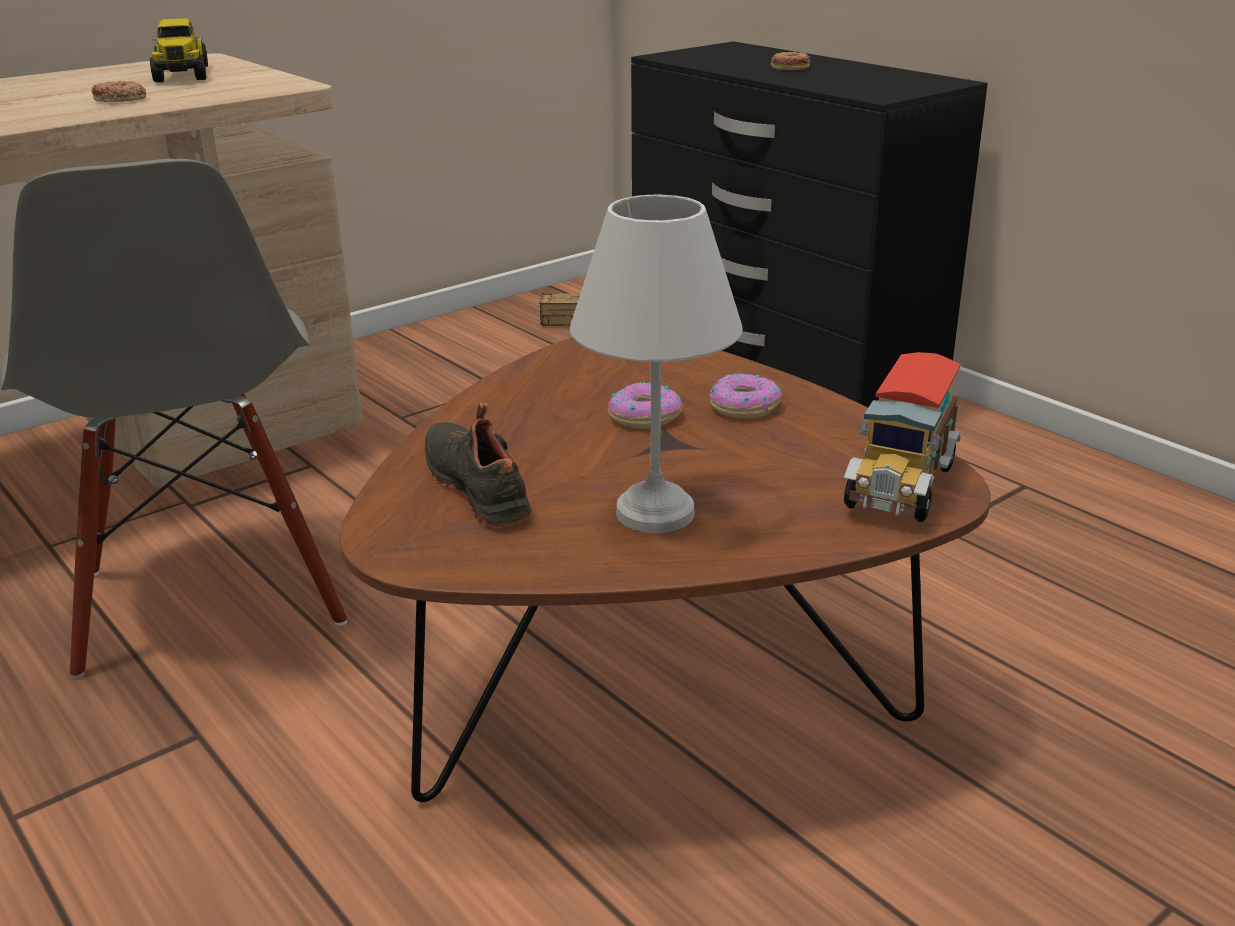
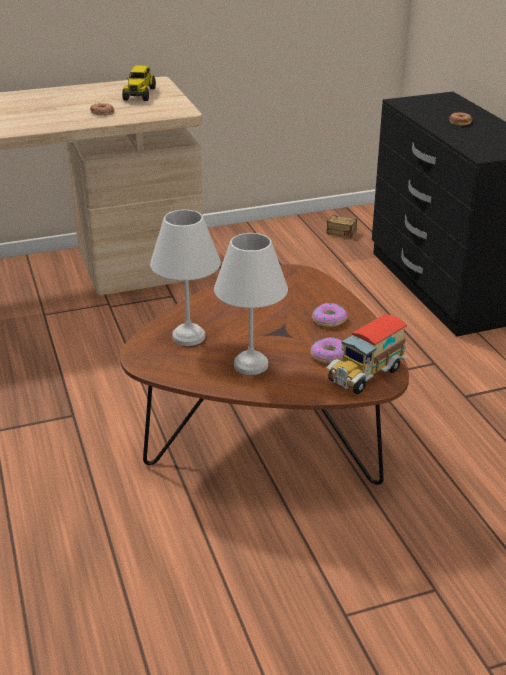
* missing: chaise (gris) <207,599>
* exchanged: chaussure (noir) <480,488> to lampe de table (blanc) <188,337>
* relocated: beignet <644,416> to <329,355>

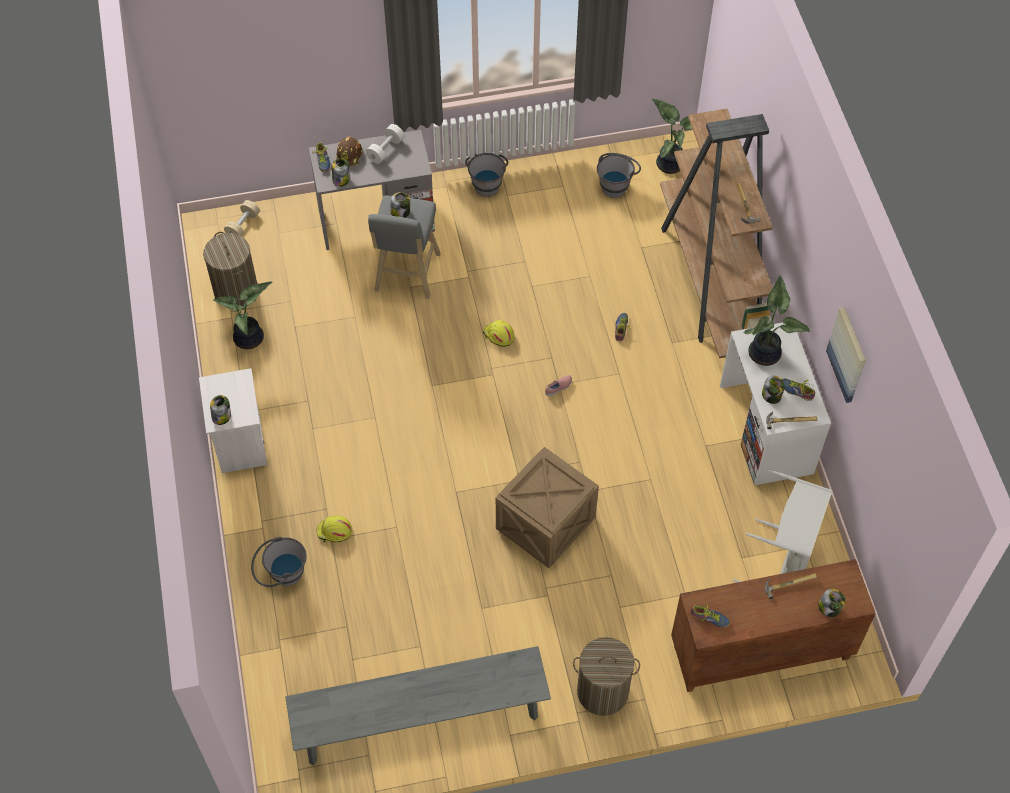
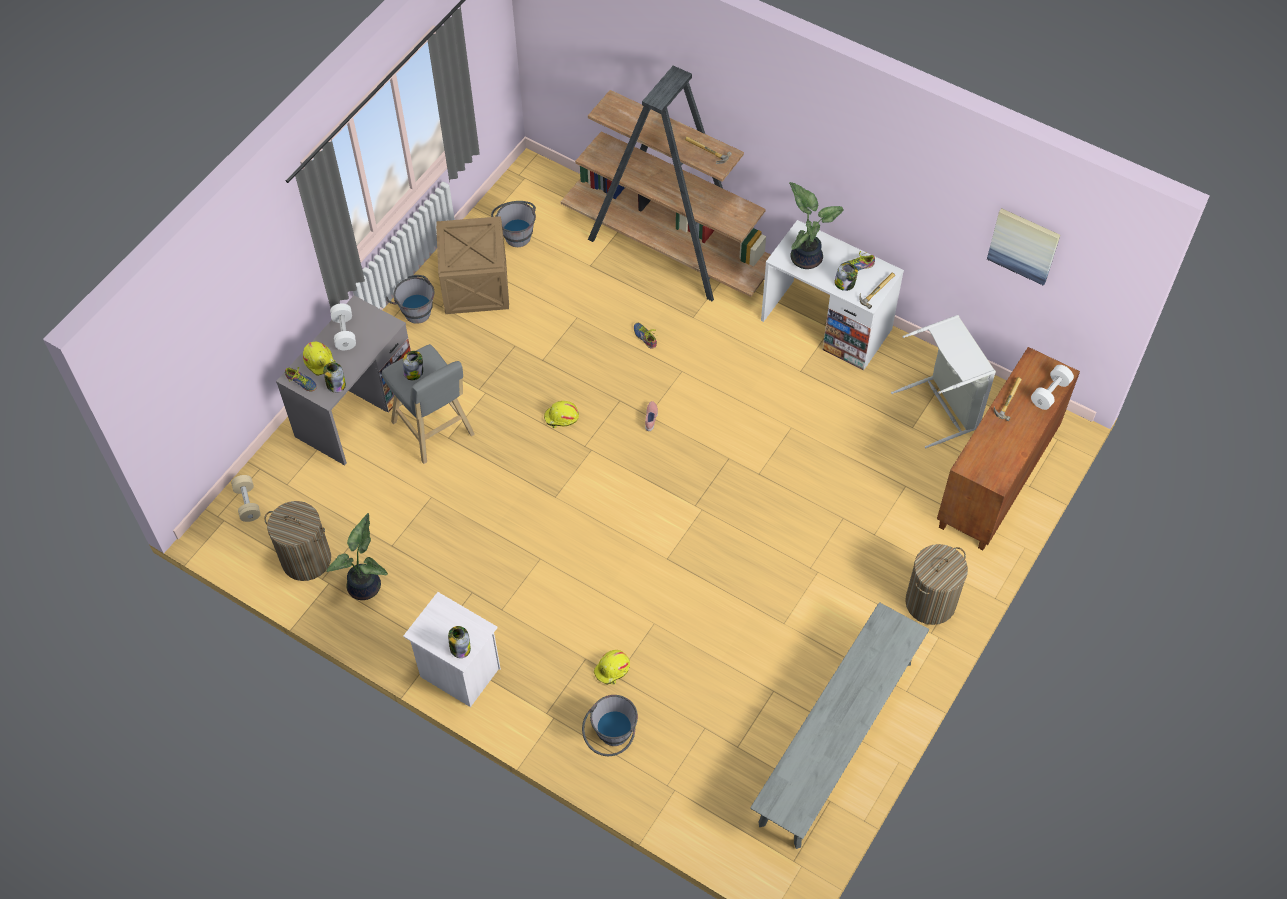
* colour: casque de chantier (marron) <349,156> to casque de chantier (jaune) <320,361>
* relocated: caisse <546,522> to <475,284>
* missing: plante en pot <670,163>
* missing: chaussure <709,619>
* exchanged: bocal <829,608> to haltère (blanc) <1050,393>
* relocated: tableau <847,354> to <1023,245>

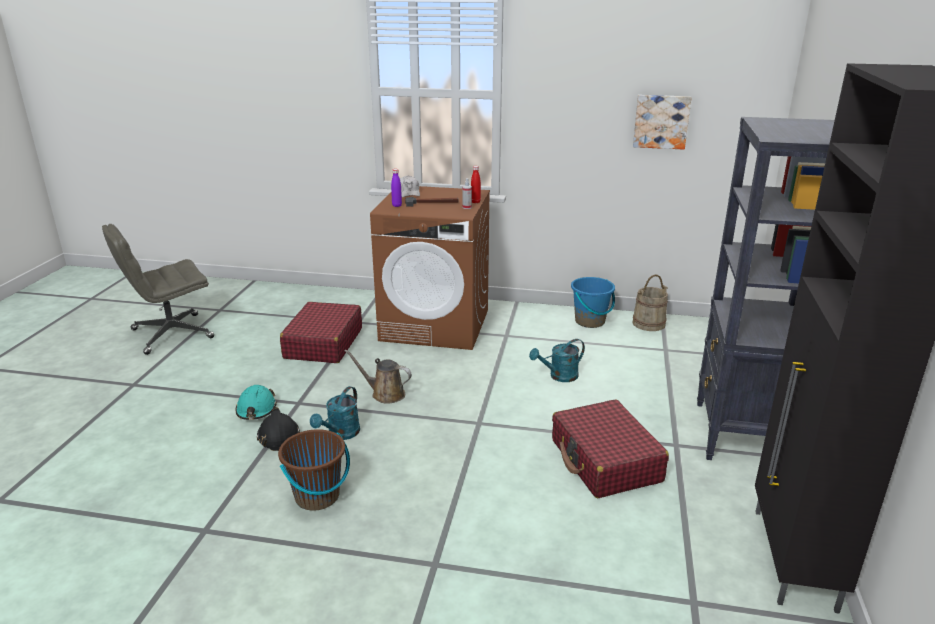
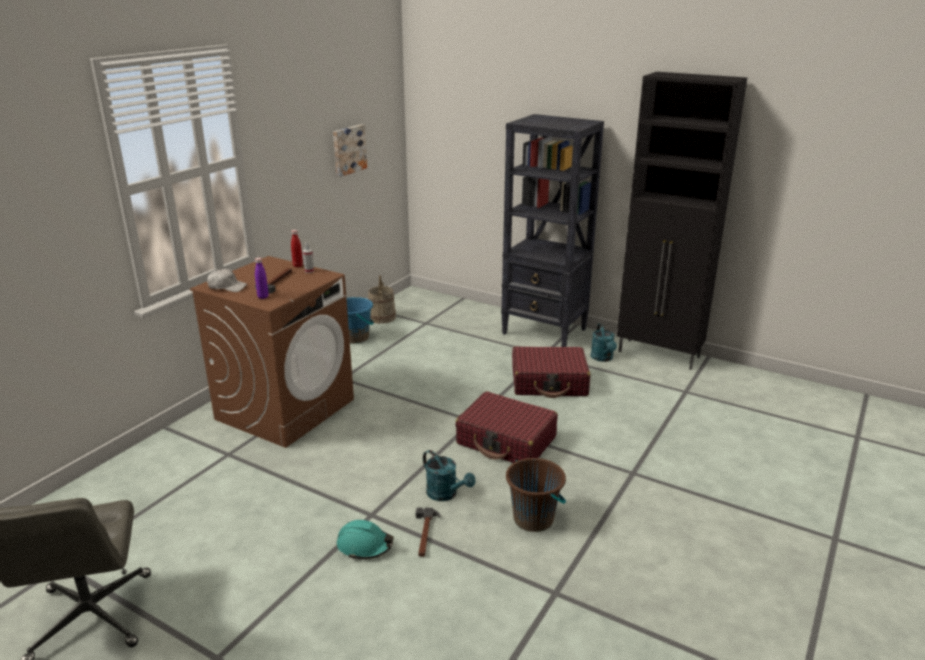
* exchanged: casque de chantier (noir) <278,436> to marteau <425,534>
* relocated: valise (rouge) <323,343> to <506,441>
* missing: arrosoir (marron) <385,394>
* relocated: arrosoir (turquoise) <559,376> to <603,358>

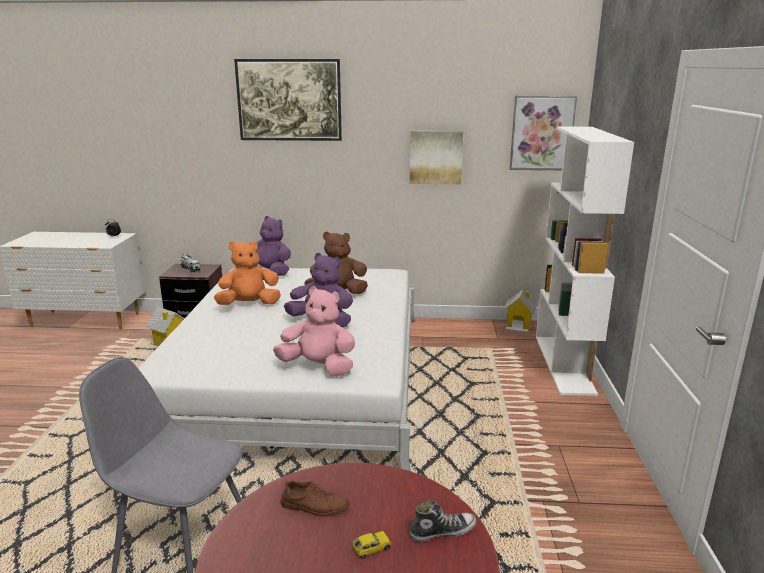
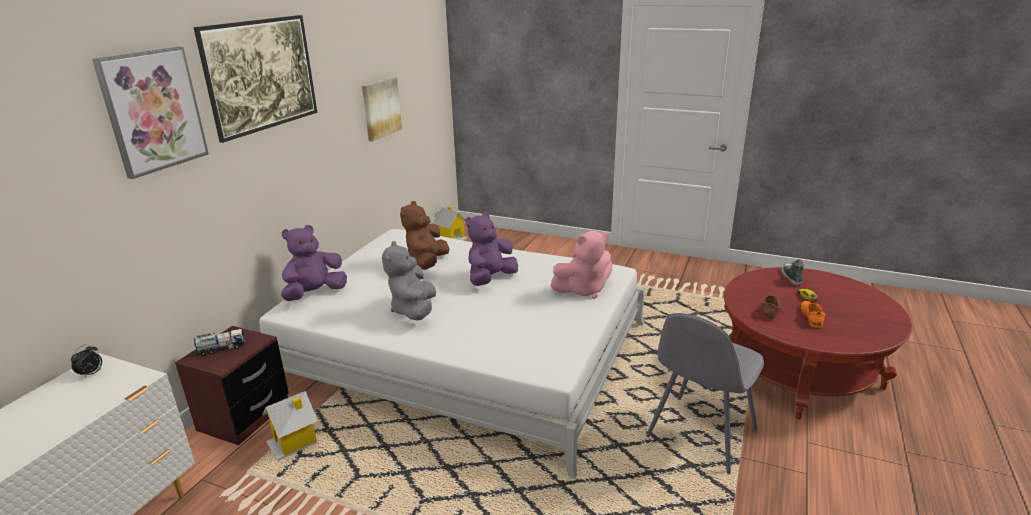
* colour: peluche (orange) <249,304> to peluche (gris) <414,310>
* spun: peluche (rose) <318,367> = <583,289> 150 degrees counterclockwise
* relocated: tableau <541,133> to <153,111>
* missing: bibliothèque (blanc) <564,364>
* appeared: chaussure (orange) <811,317>

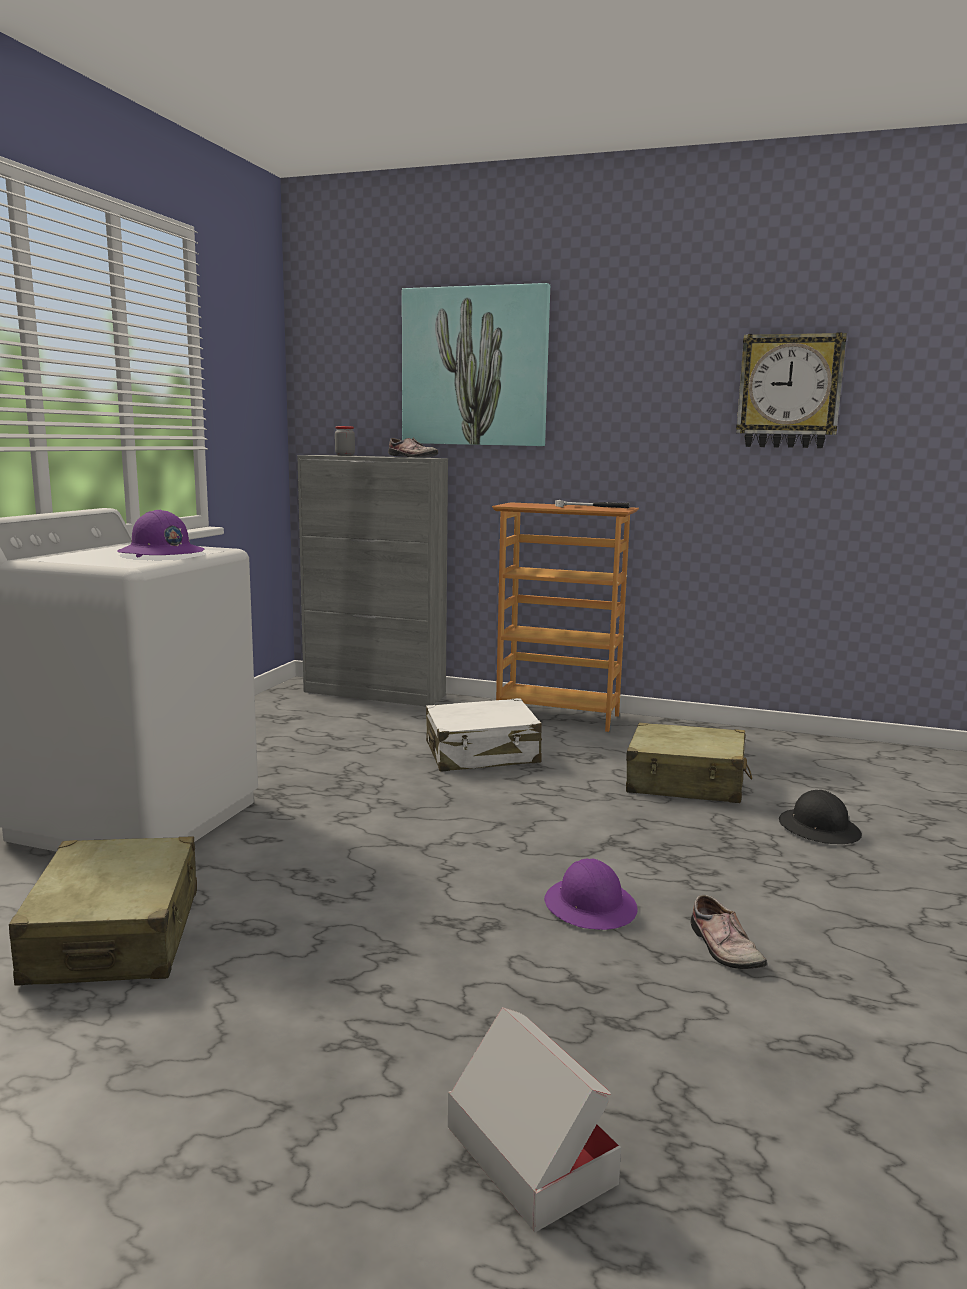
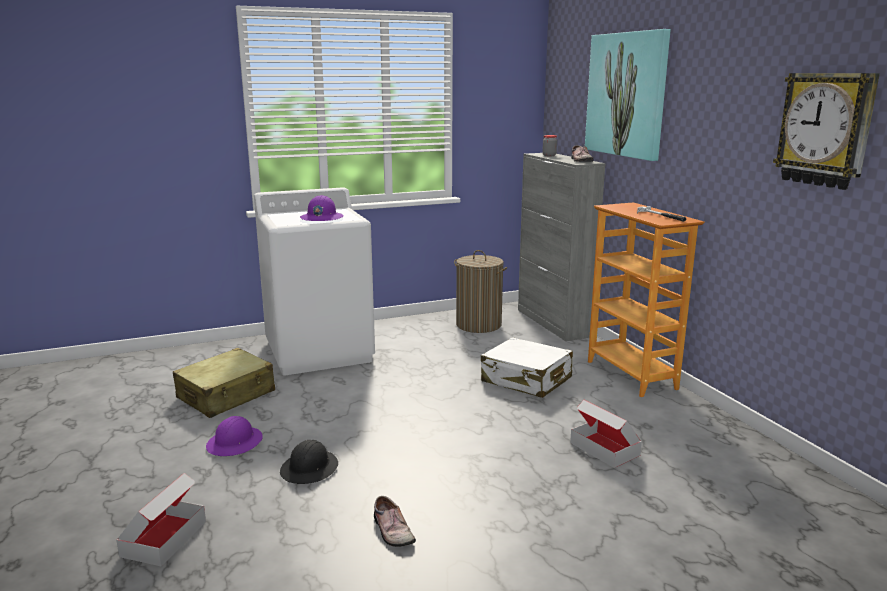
* relocated: casque de chantier (violet) <590,906> to <235,443>
* exchanged: valise (beige) <686,783> to carton <604,449>
* spun: chaussure <722,948> = <391,531> 60 degrees counterclockwise
* relocated: casque de chantier (noir) <819,829> to <310,469>
* appeared: panier à linge <479,325>

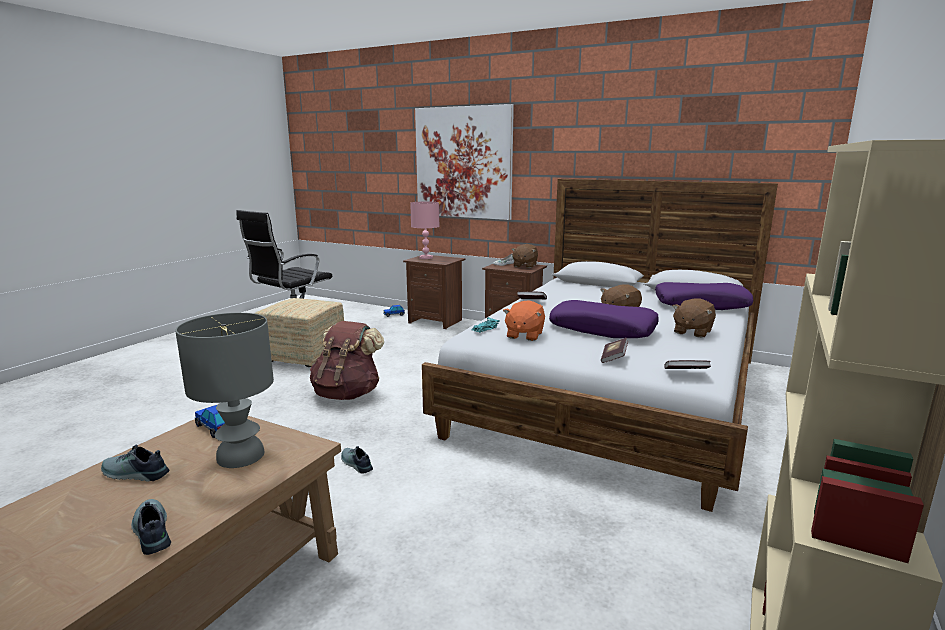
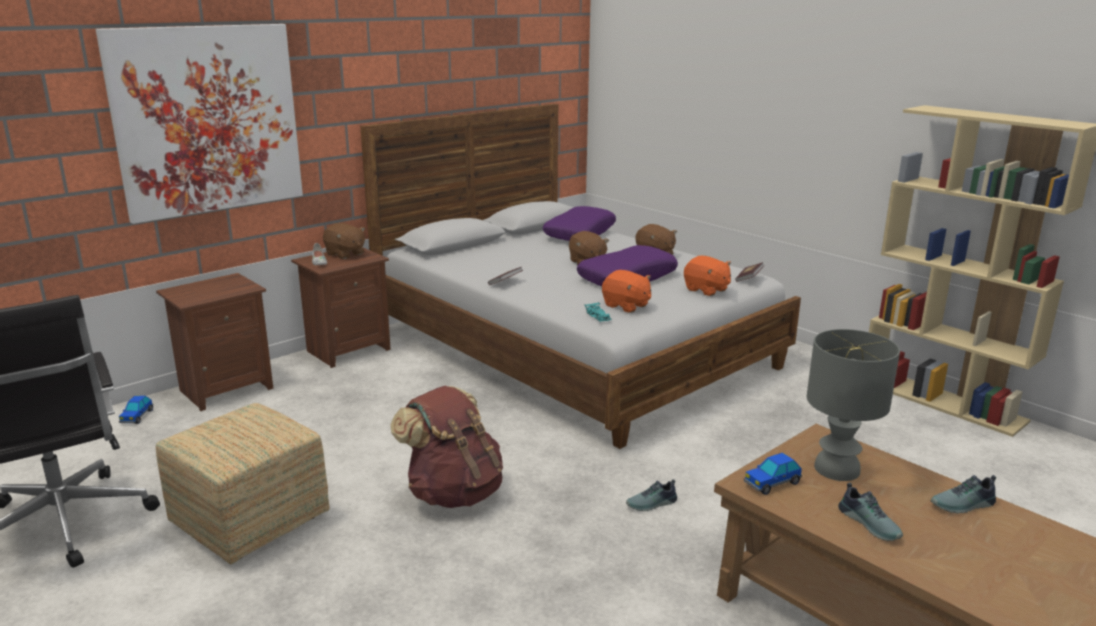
* spun: chaussure <134,474> = <870,523> 60 degrees counterclockwise
* missing: lampe de table (rose) <425,257>
* exchanged: livre <613,358> to peluche (orange) <706,290>

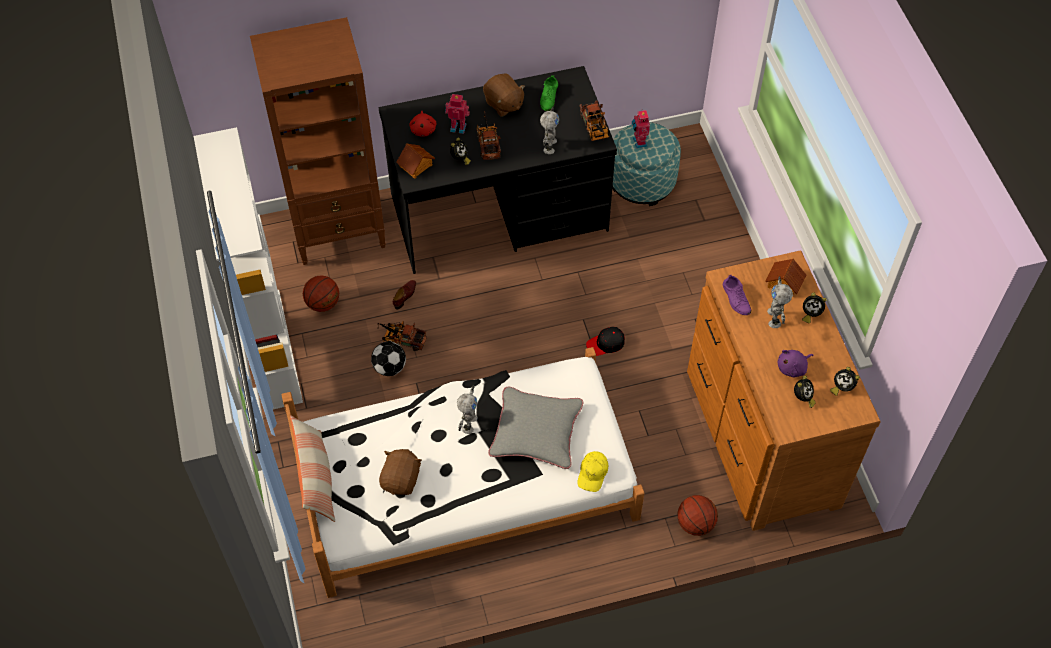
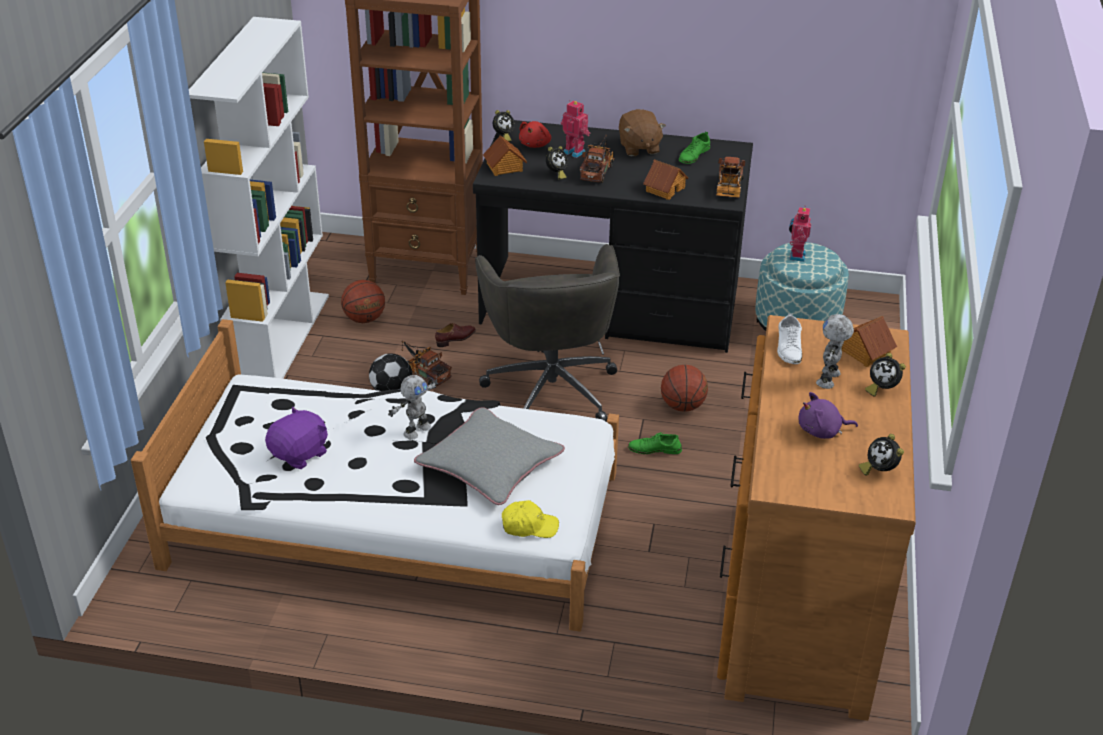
* missing: coussin <316,478>
* colour: peluche (marron) <401,479> to peluche (violet) <300,454>
* exchanged: robot jouet <549,145> to maison miniature <664,189>
* spun: casquette (jaune) <593,473> = <529,526> 135 degrees counterclockwise
* exchanged: casquette (noir) <605,344> to chaussure (vert) <655,449>
* relocated: ballon de basket <695,524> to <682,406>
* colour: chaussure (violet) <736,299> to chaussure (blanc) <789,348>
* relocated: réveil <802,398> to <503,137>
* appeared: chaise de bureau (gris) <551,387>

